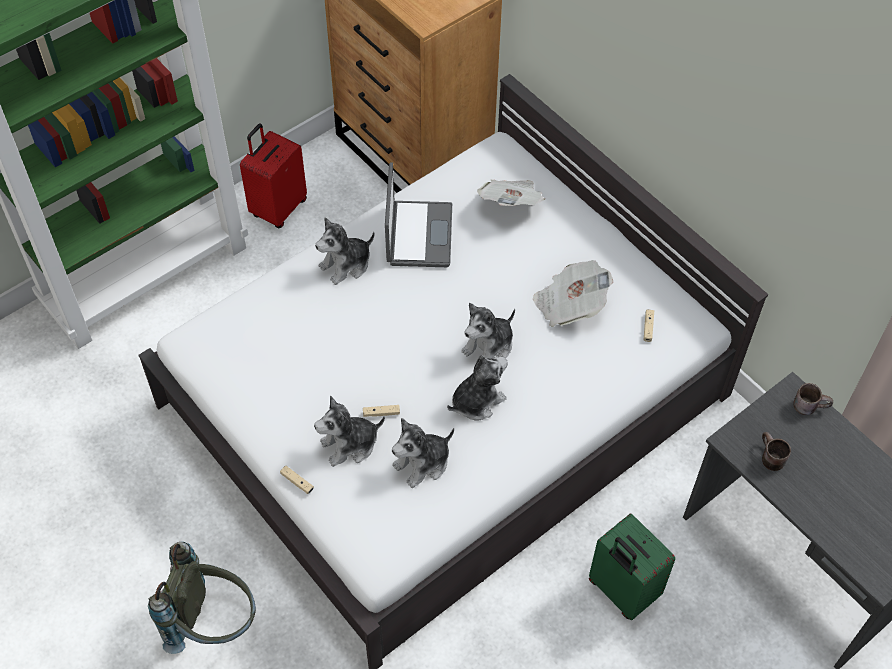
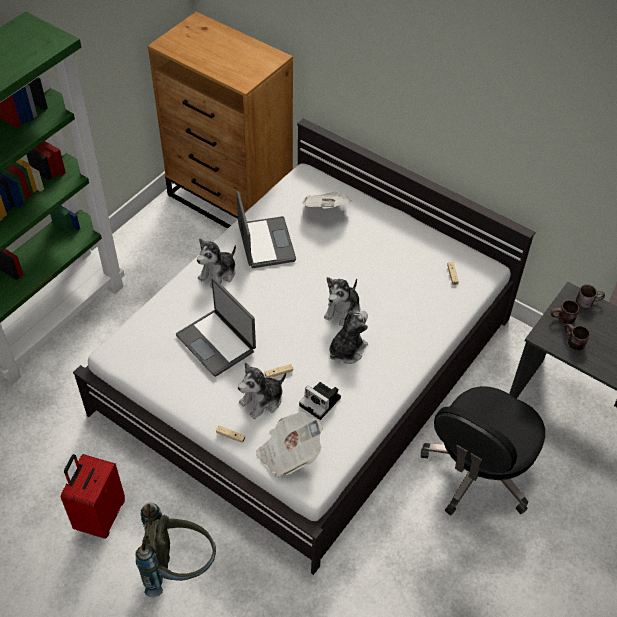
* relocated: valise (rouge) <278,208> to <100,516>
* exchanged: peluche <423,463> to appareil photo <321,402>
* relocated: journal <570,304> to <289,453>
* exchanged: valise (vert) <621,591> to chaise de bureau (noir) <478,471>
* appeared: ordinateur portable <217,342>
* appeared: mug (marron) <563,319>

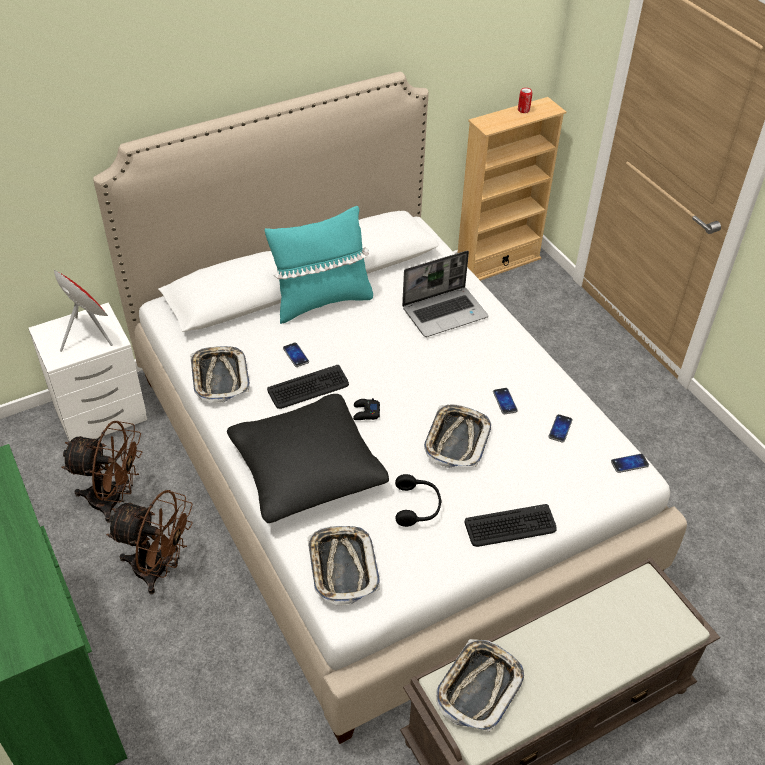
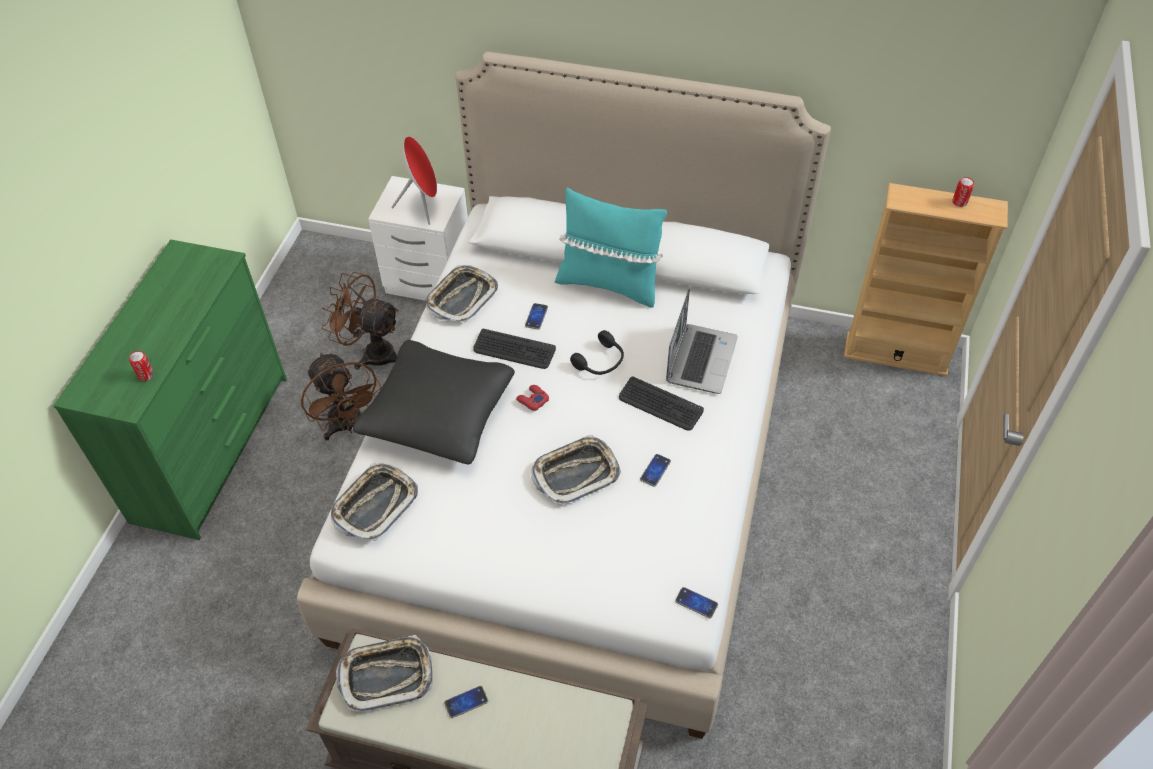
* spun: ventilateur (marron) <114,500> = <371,353> 150 degrees clockwise
* colour: manette (noir) <366,412> to manette (rouge) <532,400>
* relocated: casque audio (noir) <418,506> to <600,362>
* spun: ordinateur portable <445,312> = <700,359> 90 degrees counterclockwise
* relocated: clavier <510,526> to <660,404>
* relocated: téléphone <560,429> to <466,702>
* appeared: boîte métallique <146,375>

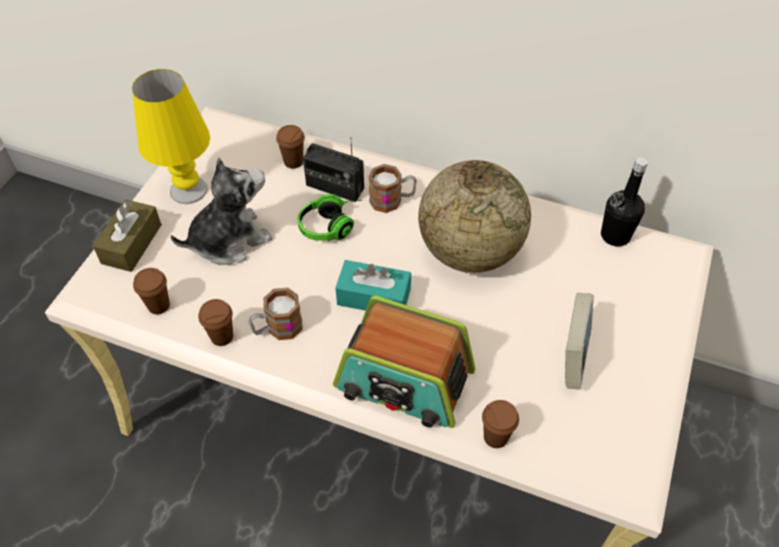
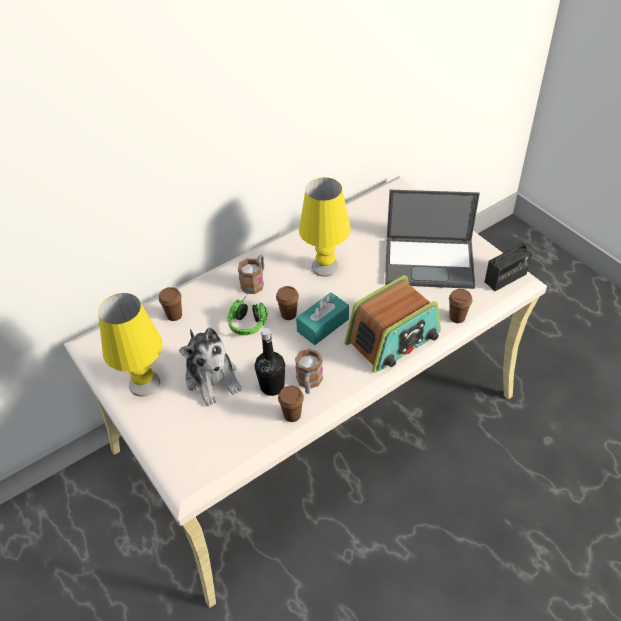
* missing: boîte à mouchoirs (marron) <131,244>
* relocated: tasse (marron) <159,305> to <288,314>
* spun: peluche <229,240> = <212,378> 150 degrees clockwise
* relocated: radio <335,187> to <505,278>
* exchanged: globe <469,251> to lampe de table (jaune) <325,267>
* exchanged: livre <572,357> to ordinateur portable <430,262>
* relocated: bouteille (noir) <615,235> to <272,386>

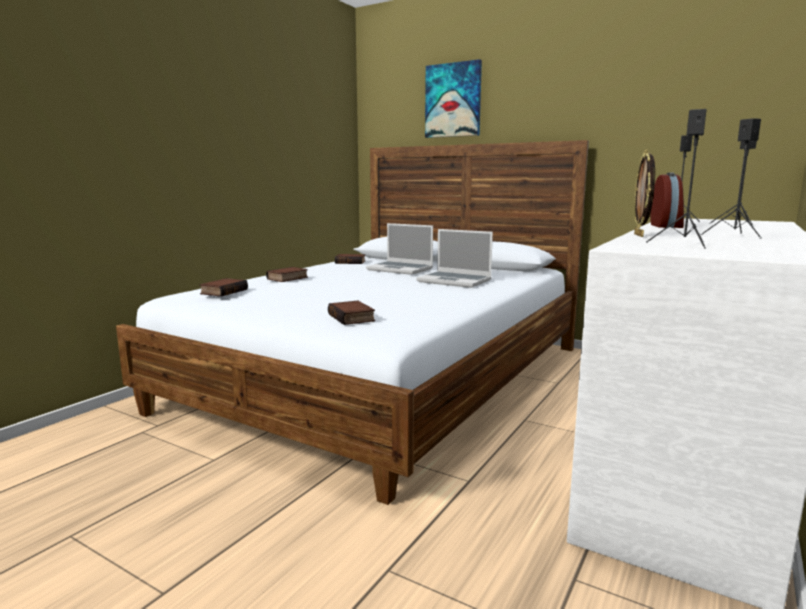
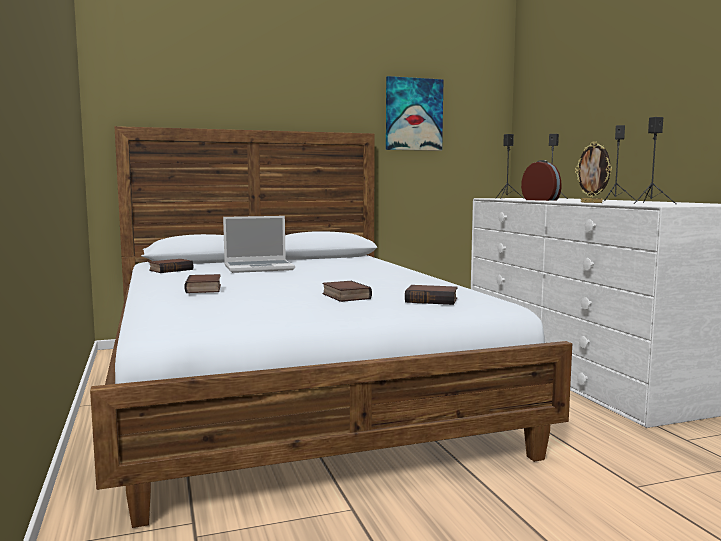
* relocated: livre <223,291> to <344,296>
* missing: ordinateur portable <455,281>
* relocated: tableau <453,100> to <413,114>

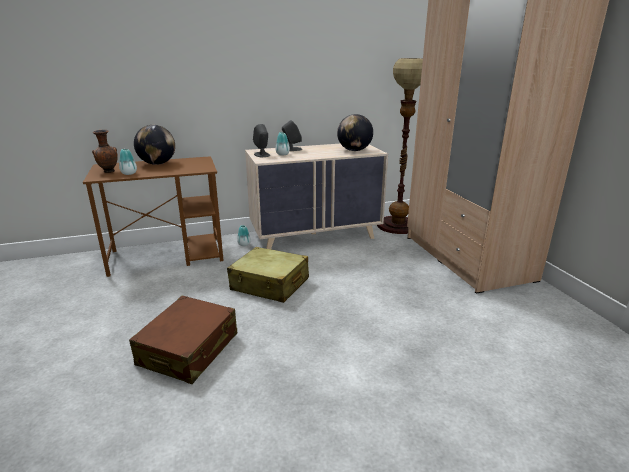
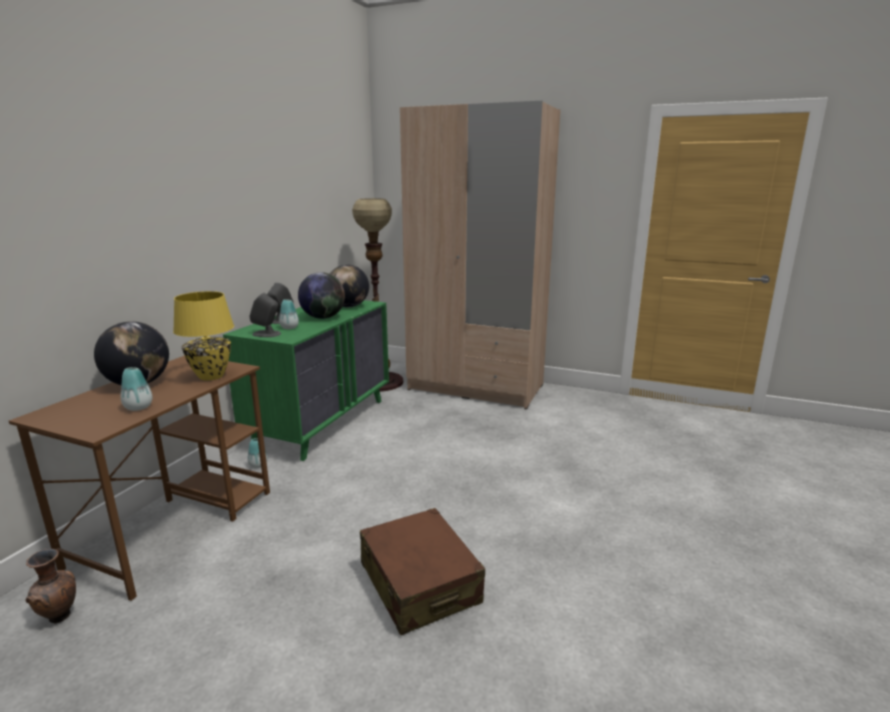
* relocated: vase (marron) <108,172> to <60,618>
* missing: valise (beige) <270,284>
* colour: commode (beige) <315,236> to commode (vert) <322,422>
* appeared: lampe de table (jaune) <210,376>
* appeared: globe <323,317>

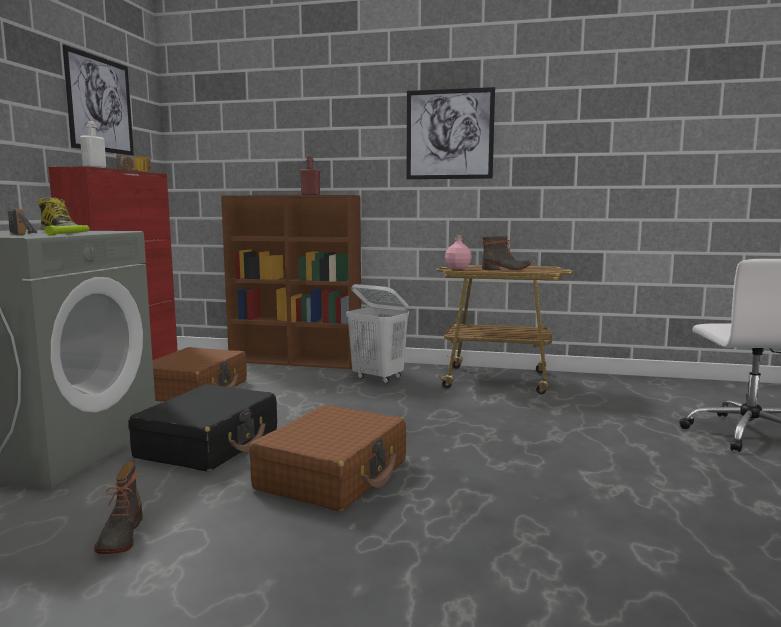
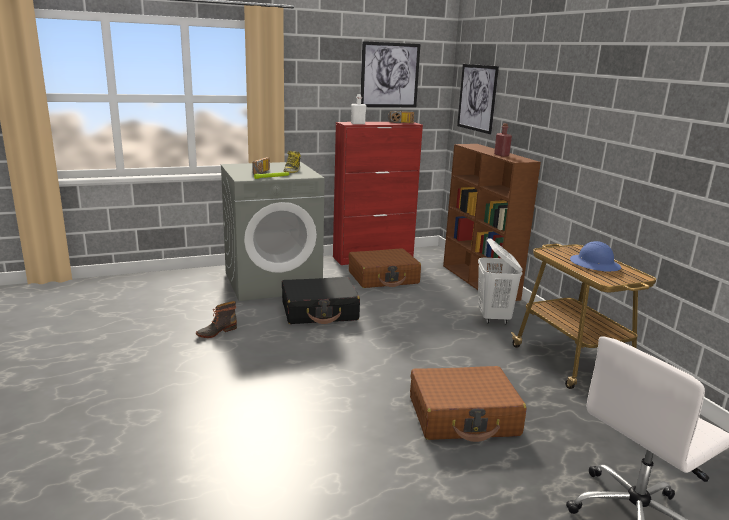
* relocated: valise (marron) <333,475> to <463,416>
* relocated: tableau <449,134> to <477,98>
* missing: bouteille (rose) <457,268>
* exchanged: botte <506,269> to casque de chantier (bleu) <594,264>

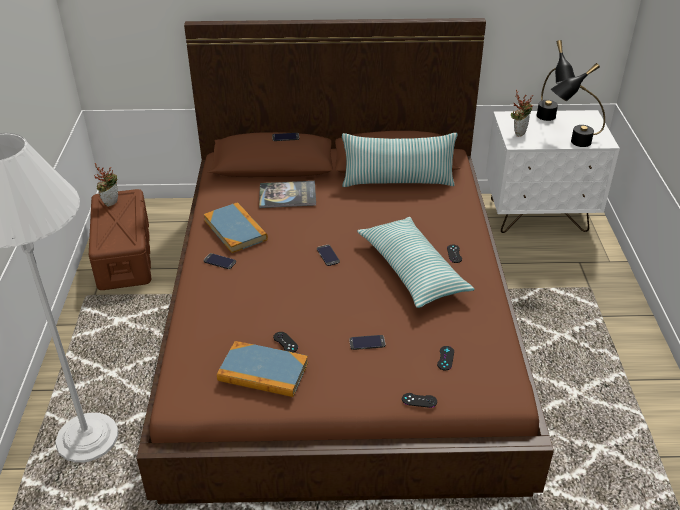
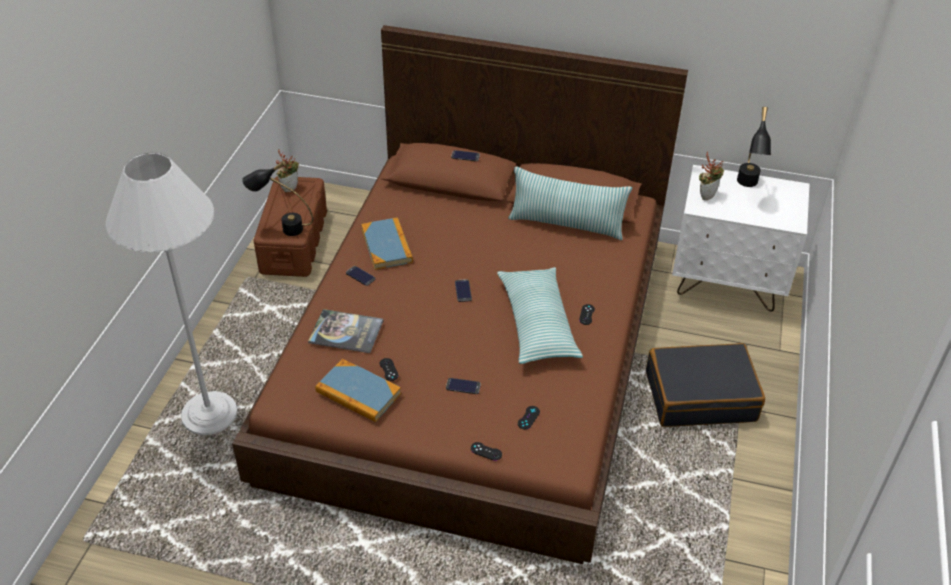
* relocated: livre <287,195> to <346,332>
* relocated: lampe de table (noir) <571,143> to <282,229>
* appeared: valise (noir) <700,395>

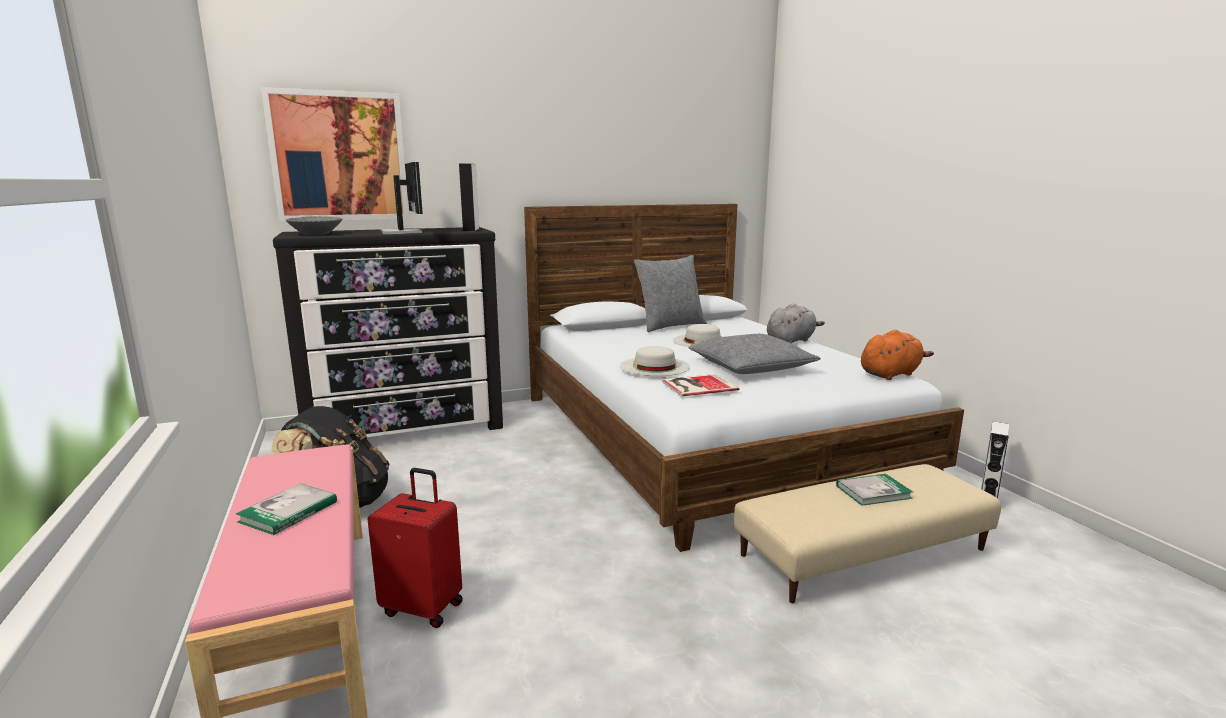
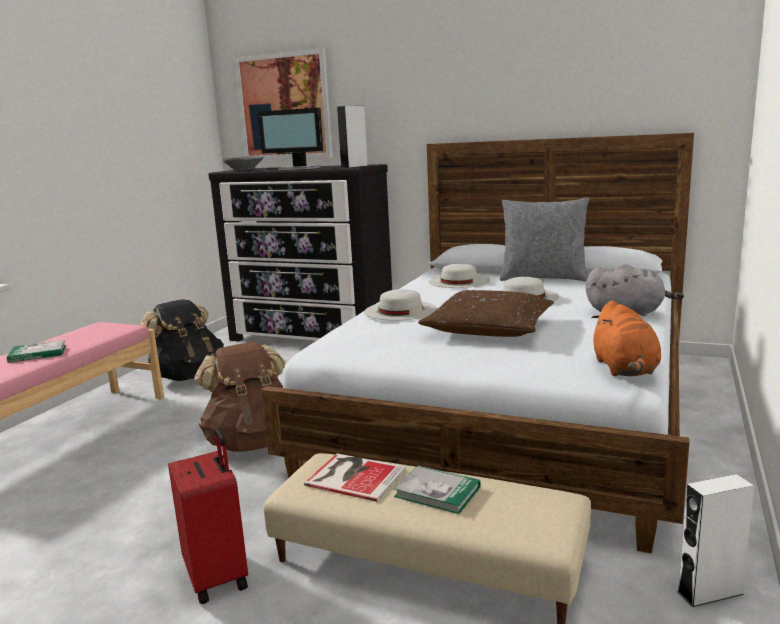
* relocated: valise (rouge) <424,607> to <218,576>
* spun: écran d'ordinateur <403,232> = <299,168> 90 degrees clockwise
* relocated: livre <697,385> to <354,476>
* colour: coussin (gris) <750,367> to coussin (marron) <488,329>
* spun: peluche (orange) <891,374> = <625,369> 75 degrees clockwise
* appeared: sac à dos (marron) <253,442>
* appeared: chapeau (blanc) <459,281>

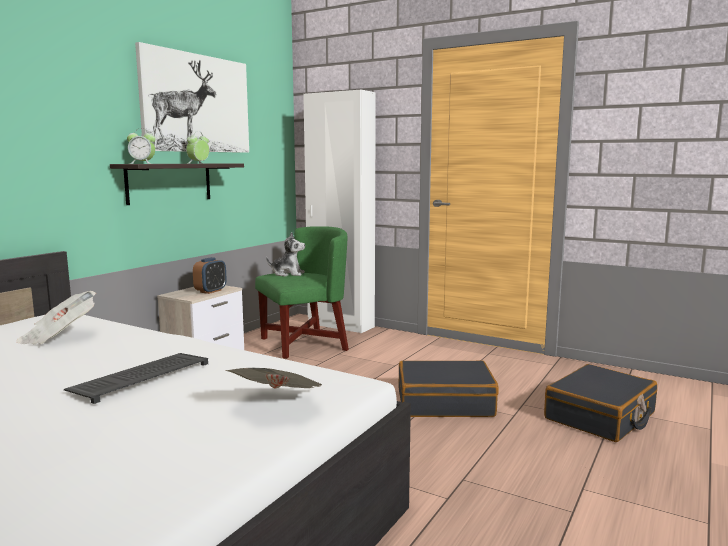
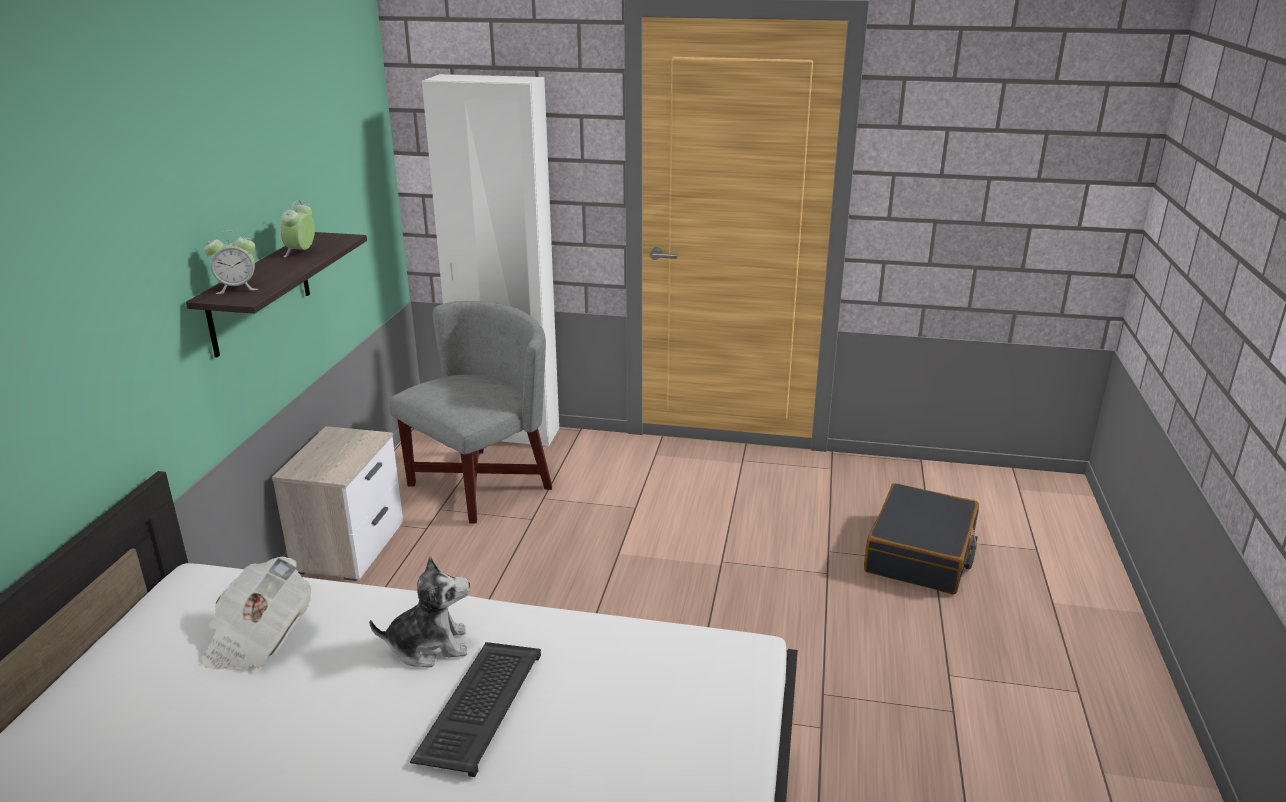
* missing: tableau <196,103>
* missing: réveil <210,291>
* missing: journal <278,404>
* colour: fauteuil (vert) <304,344> to fauteuil (gris) <480,485>
* relocated: peluche <288,274> to <429,646>
* missing: valise (noir) <444,402>

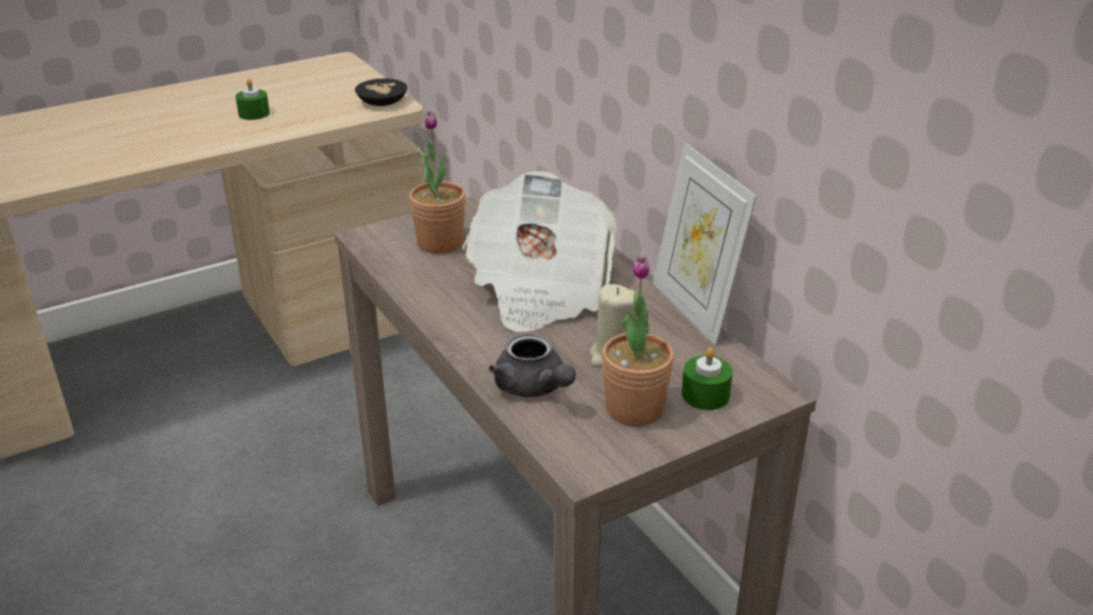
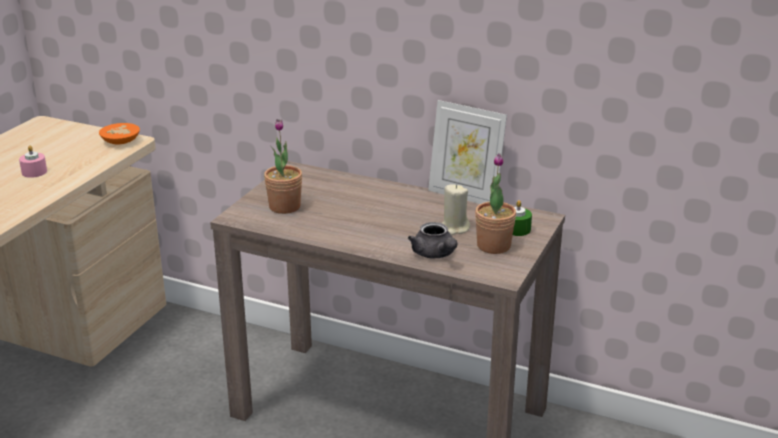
* colour: bougie (vert) <254,113> to bougie (rose) <34,172>
* colour: bol (noir) <382,103> to bol (orange) <121,142>
* missing: journal <540,288>
* spun: théière (gris) <534,388> = <435,254> 45 degrees clockwise

